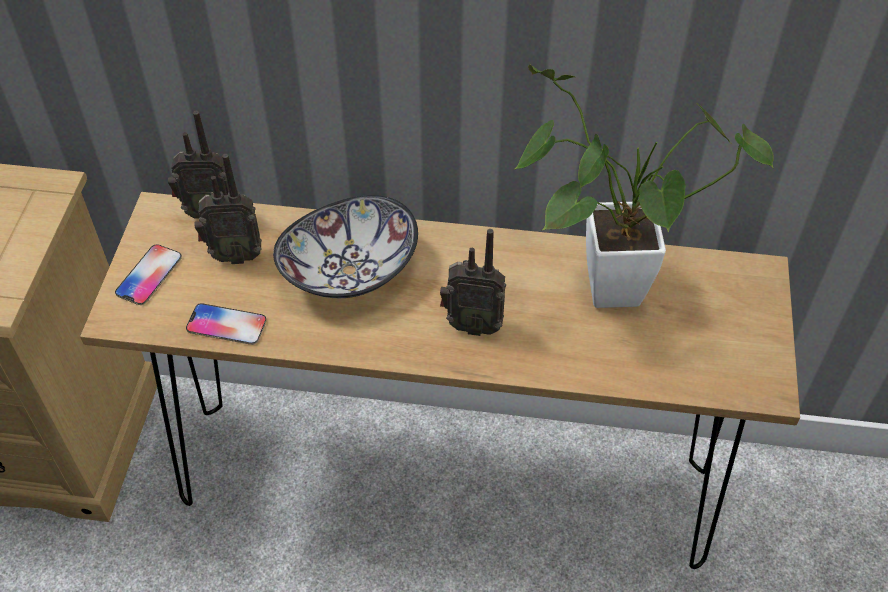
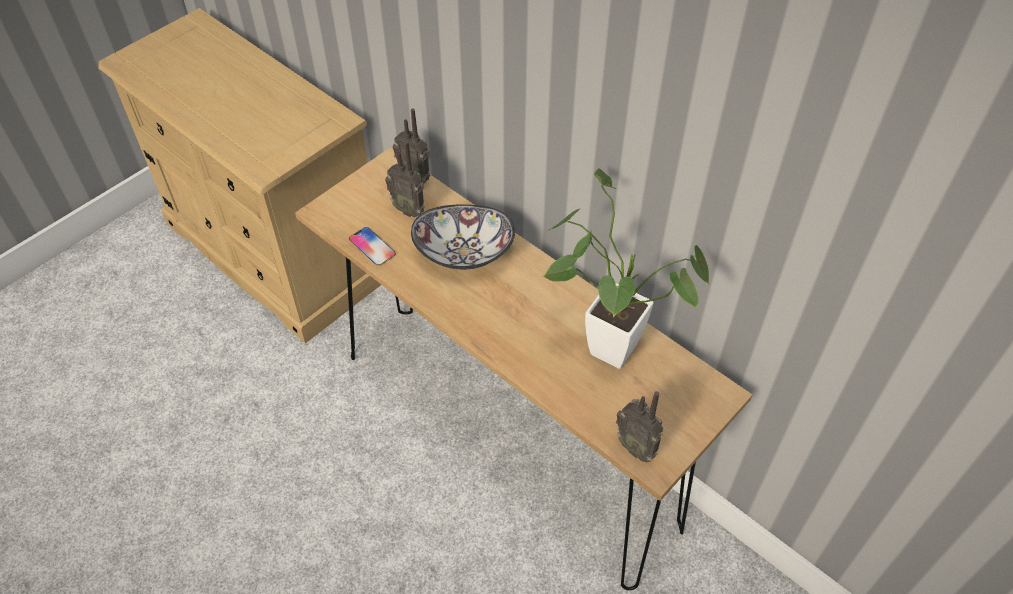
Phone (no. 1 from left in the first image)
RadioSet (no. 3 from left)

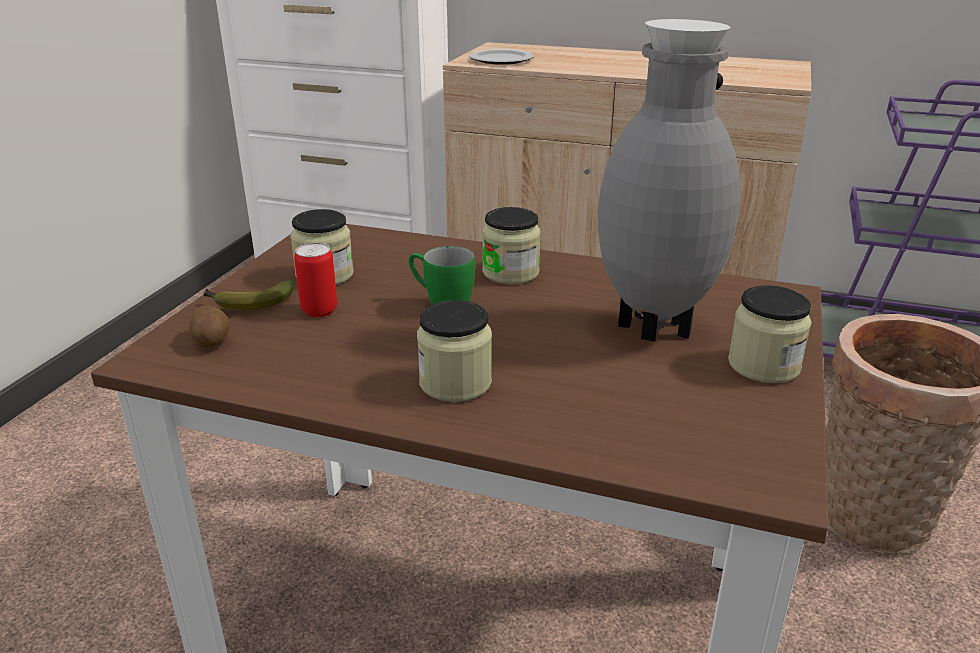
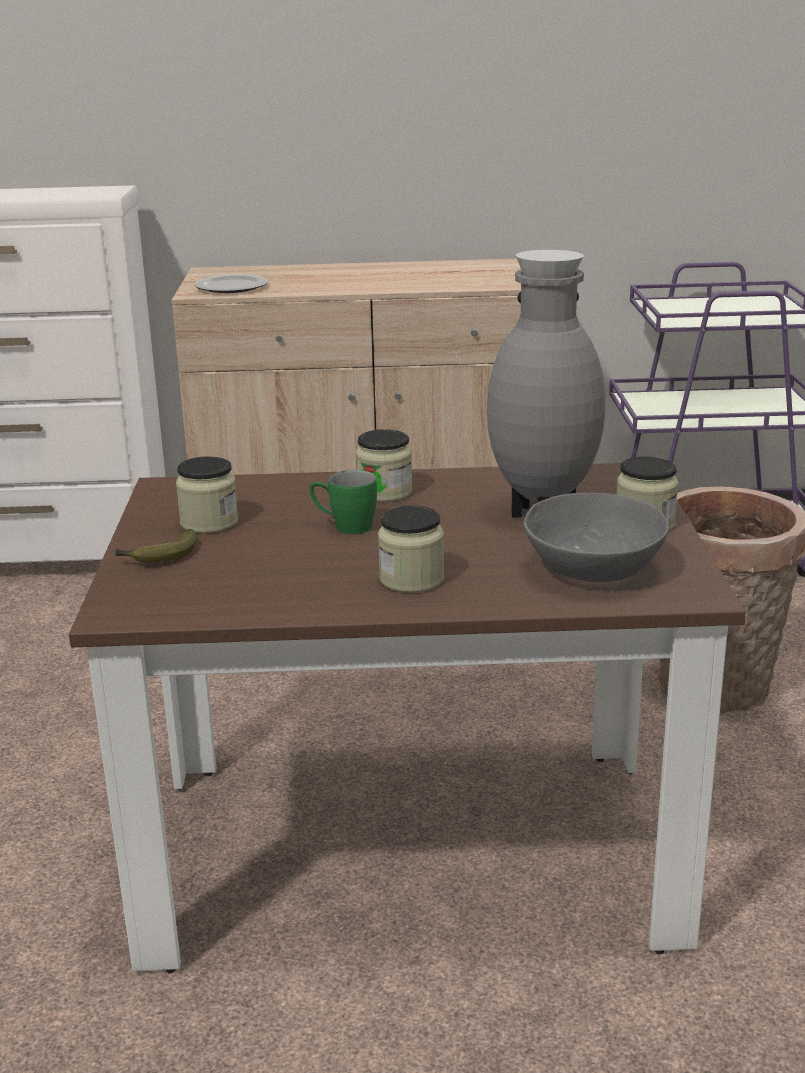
WholePotato
SealedCan
GrayBowl

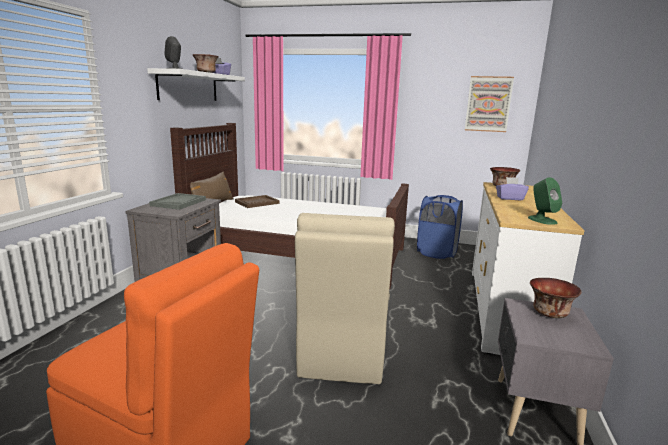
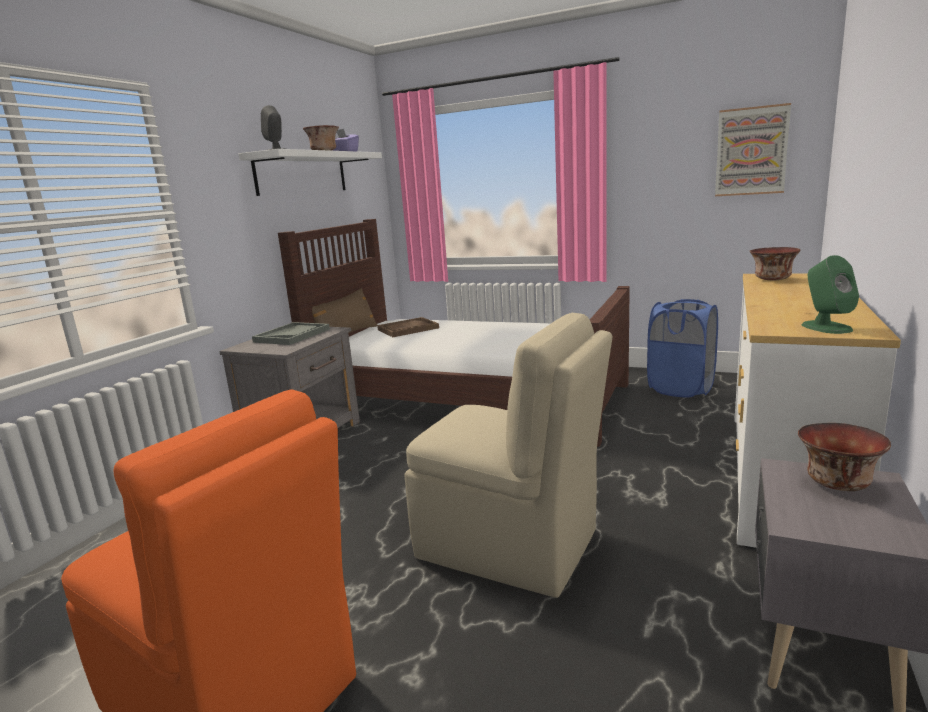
PurpleBoxOfTissues (no. 2 from left in the first image)
BeigePlainChair

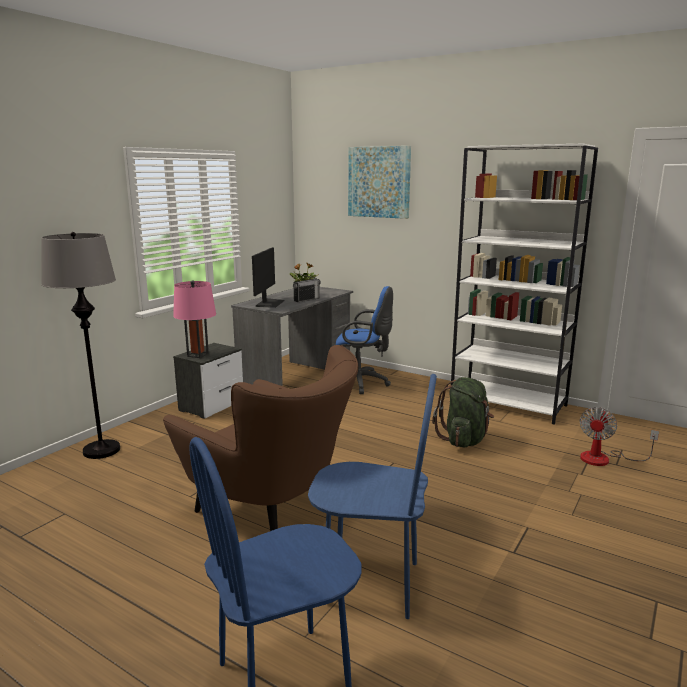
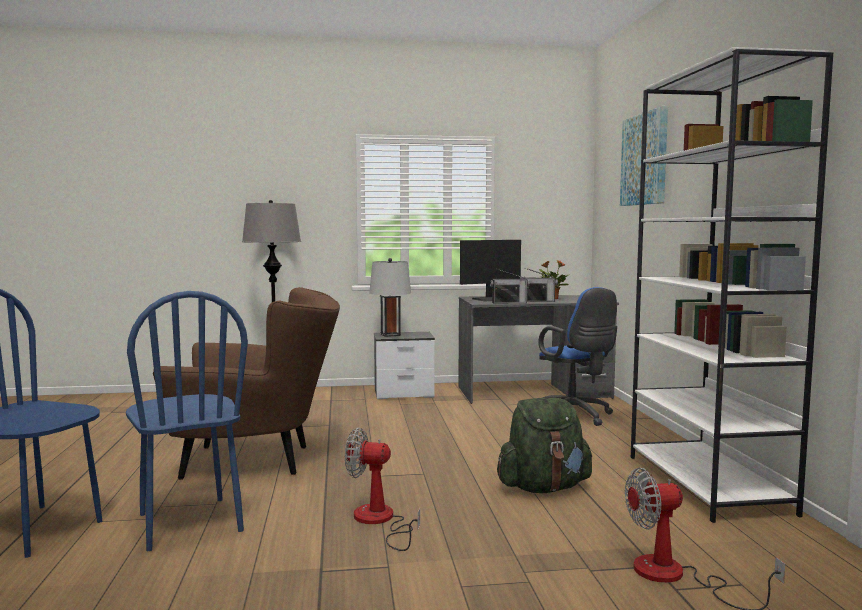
Fan (no. 1 from left)
RadioSet (no. 1 from left)
GrayLampForATable
BrownEasyChair

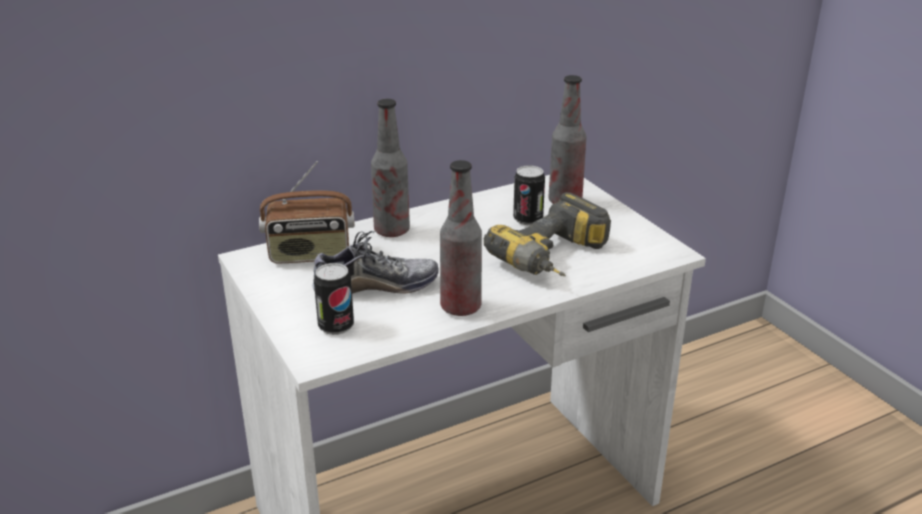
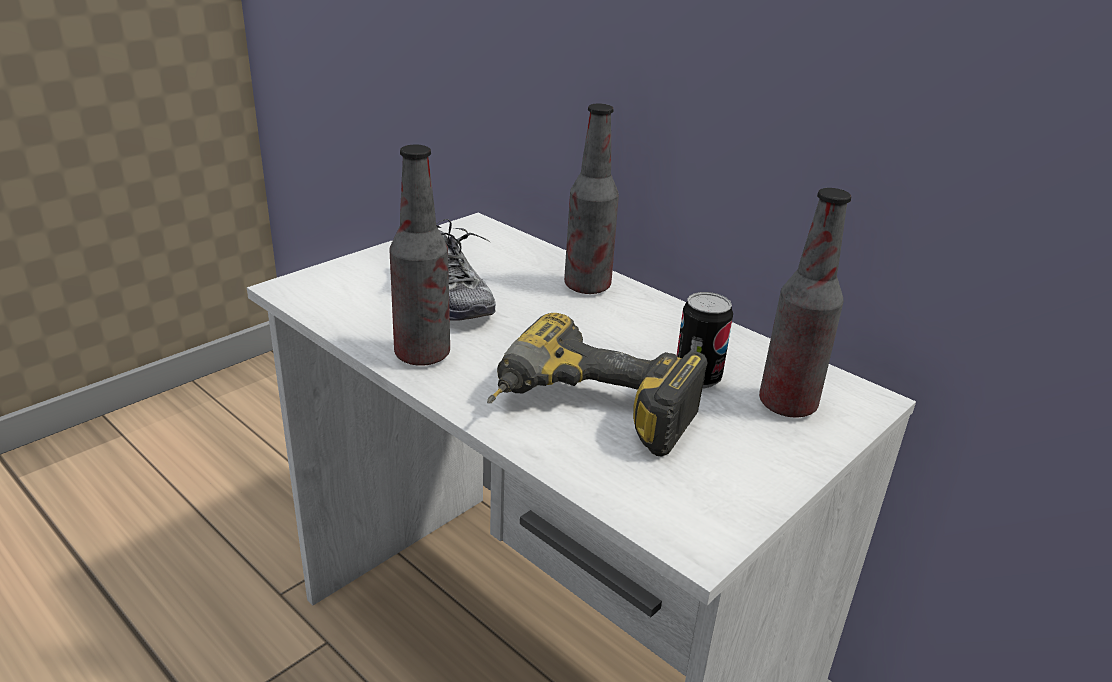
RadioSet
SealedCan (no. 1 from left in the first image)

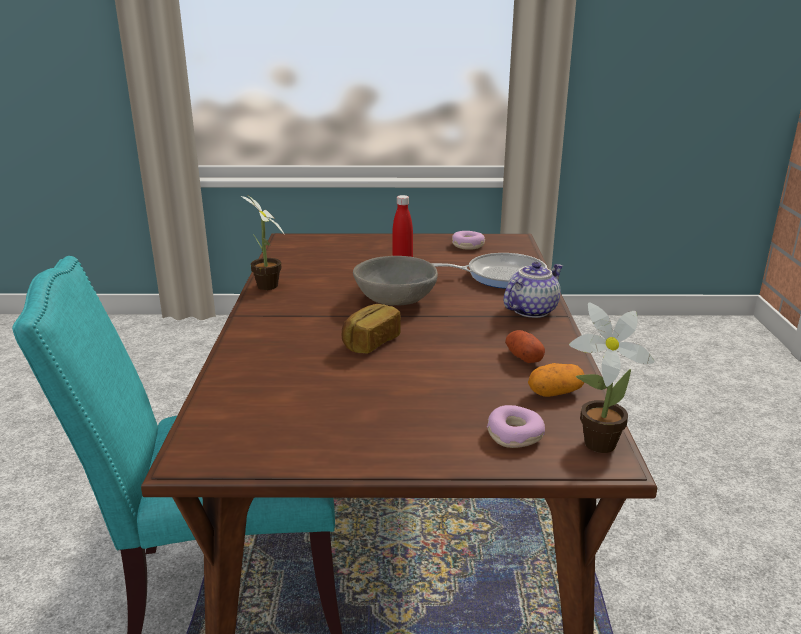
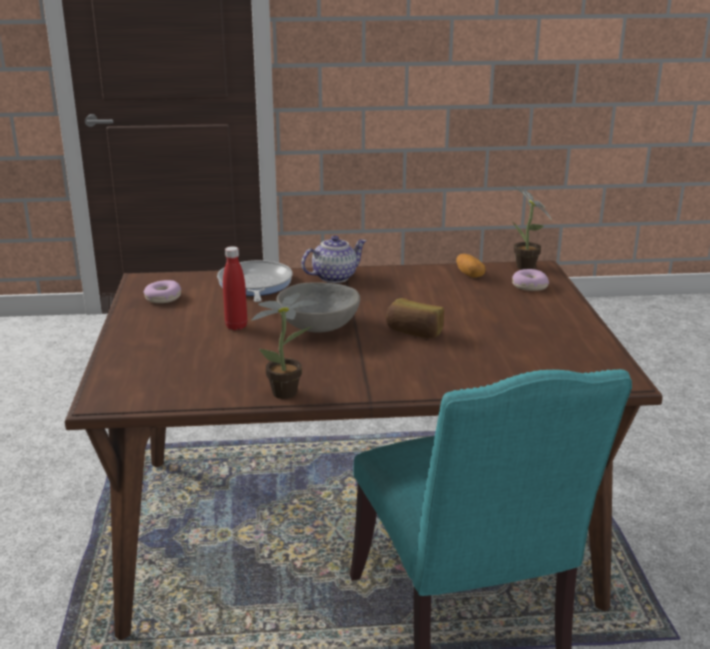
WholePotato (no. 1 from left in the first image)
TeaPot

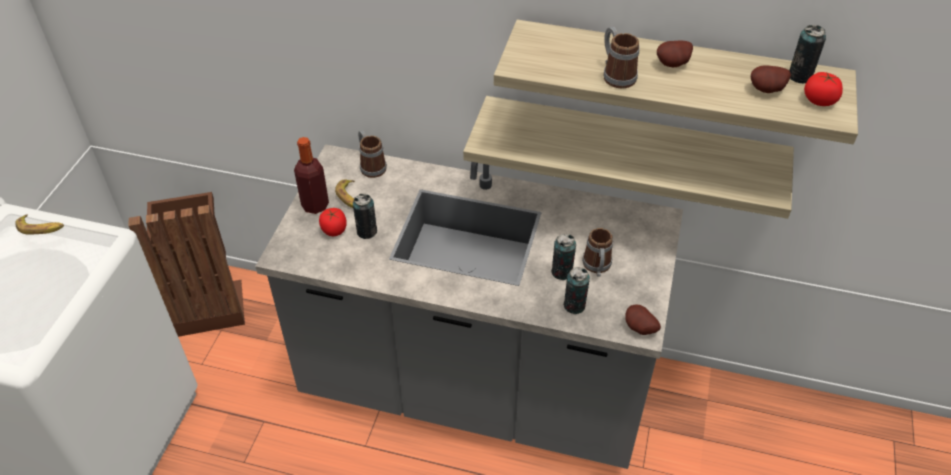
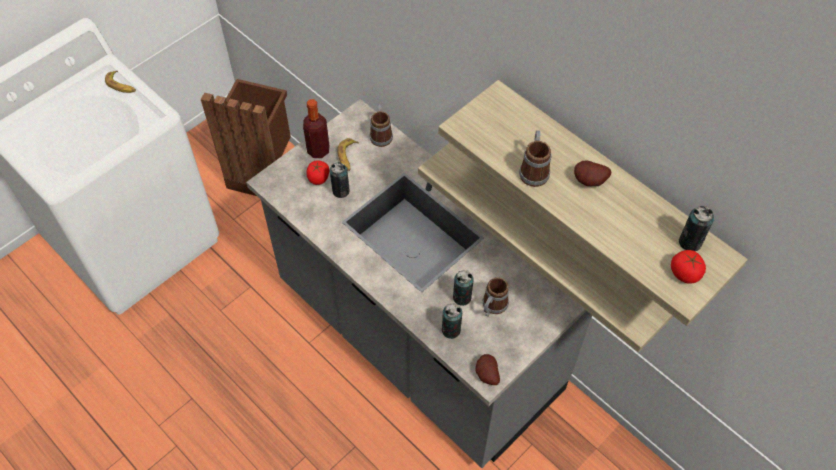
WholePotato (no. 3 from left in the first image)

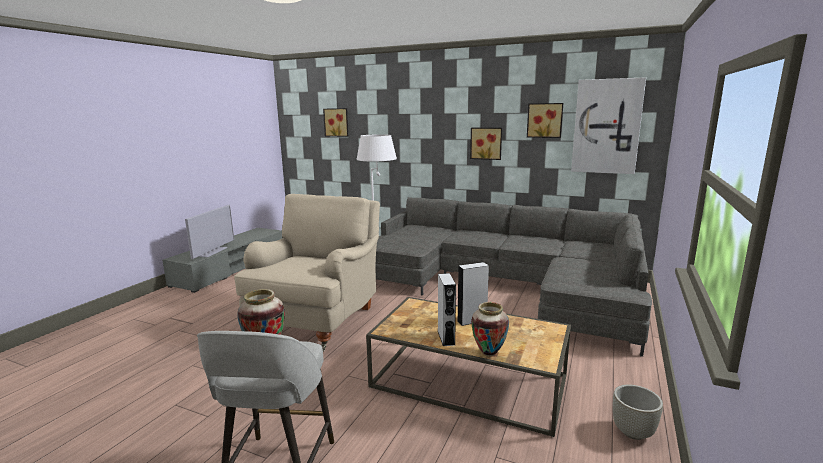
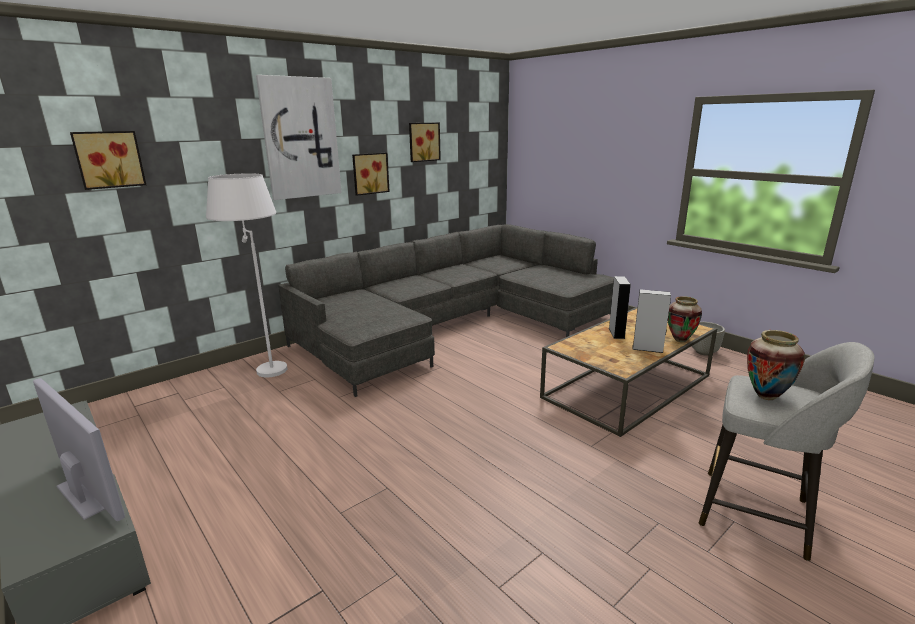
BeigeEasyChair
Picture (no. 2 from left)

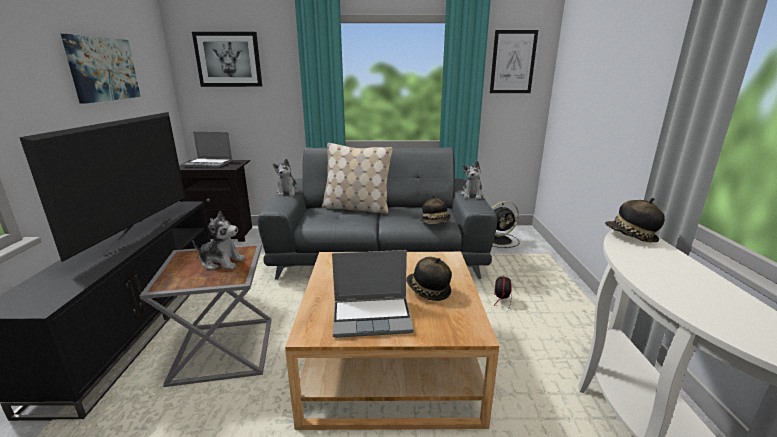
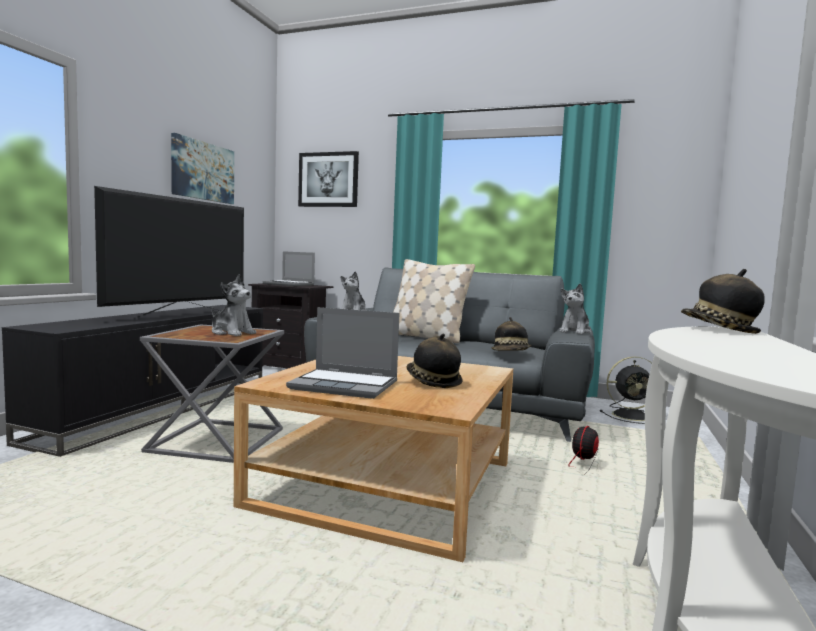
Picture (no. 3 from left in the first image)

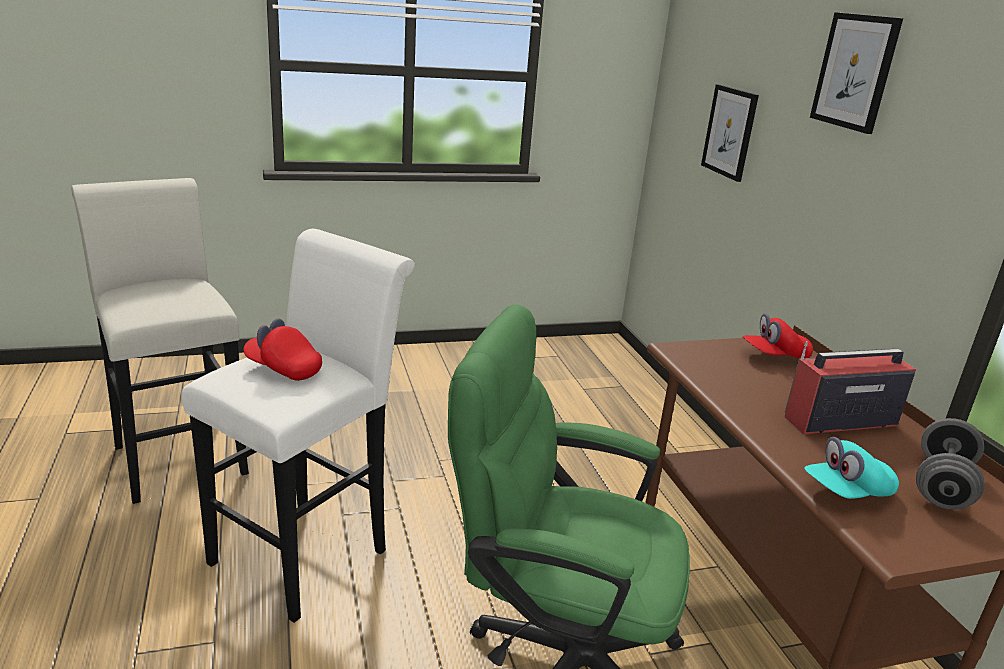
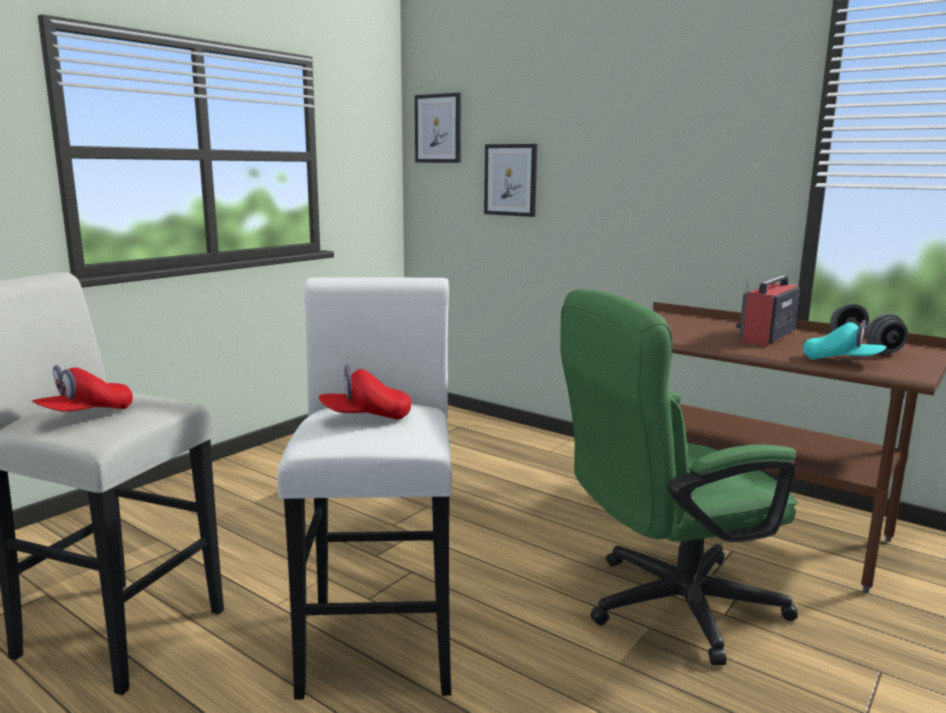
RedColouredBaseballCap (no. 1 from left)
Picture (no. 1 from left)
TurquoiseColouredBaseballCap

